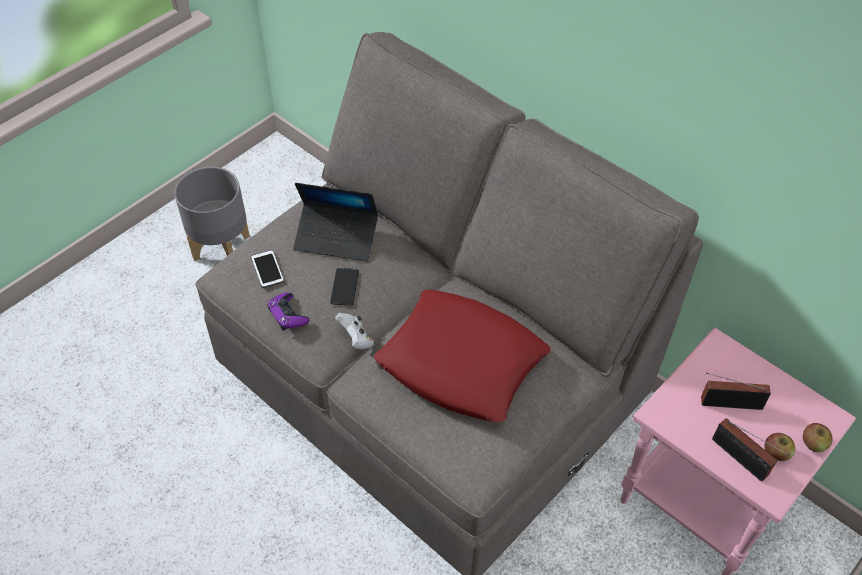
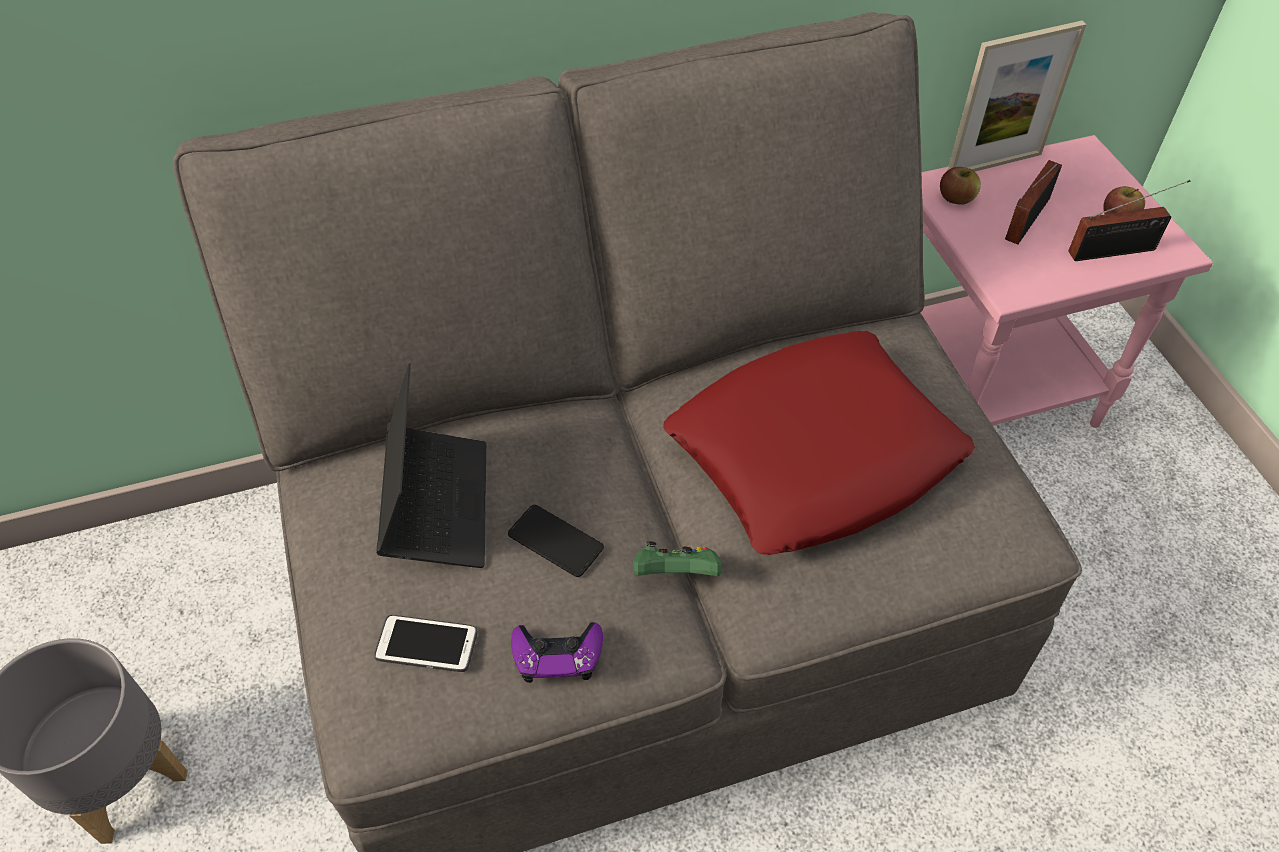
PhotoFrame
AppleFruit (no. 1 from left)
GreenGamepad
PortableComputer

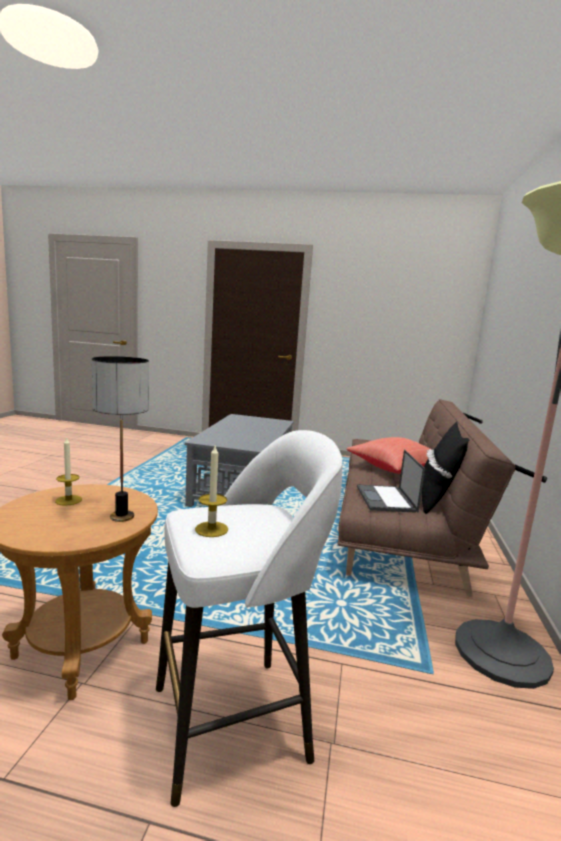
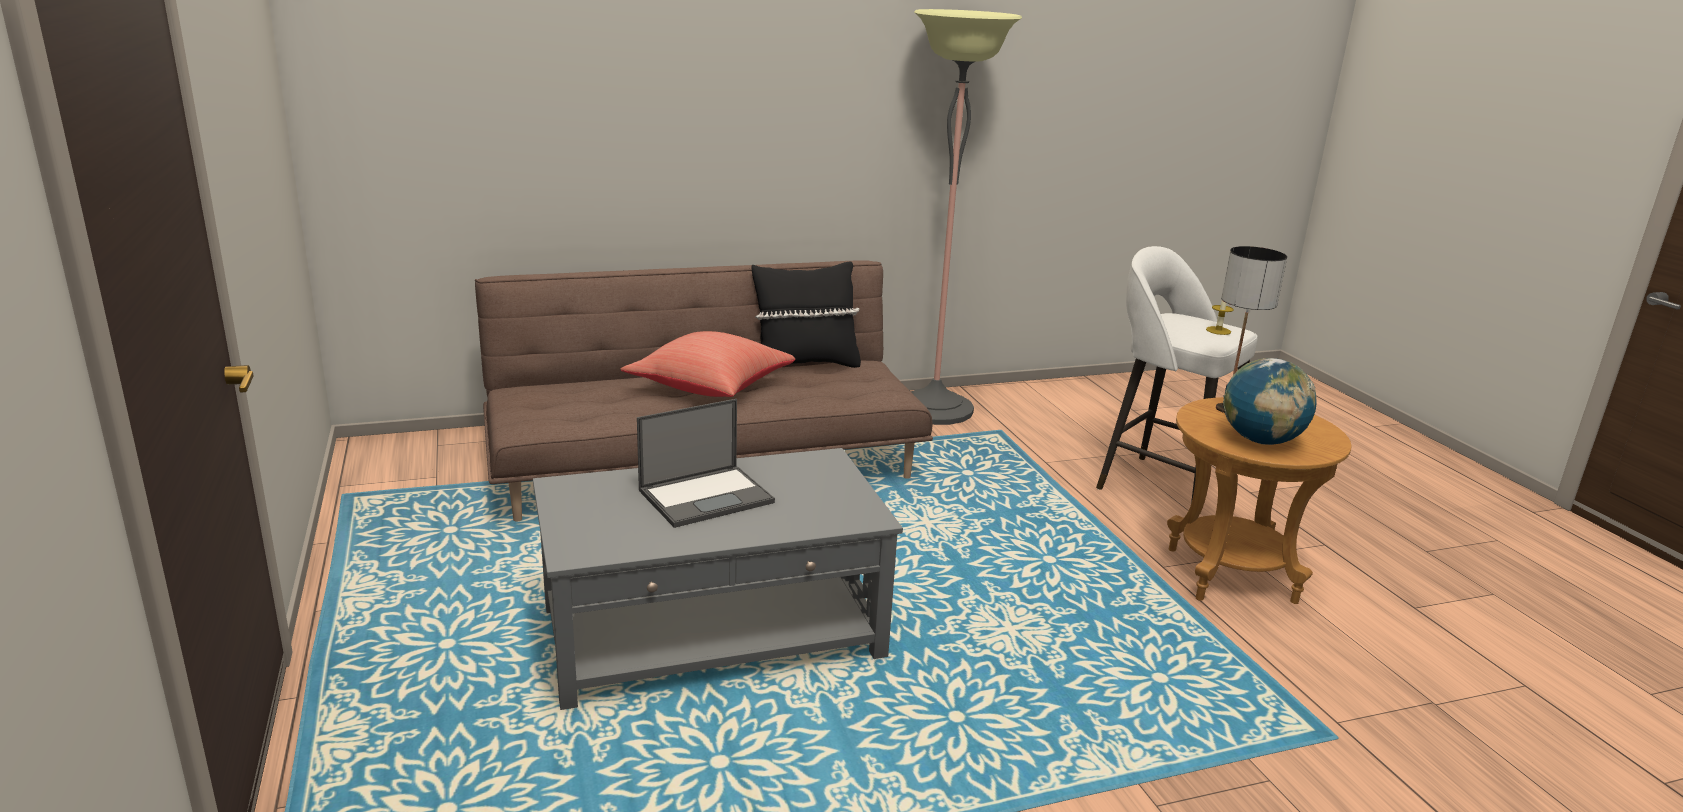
PortableComputer
DeskGlobe

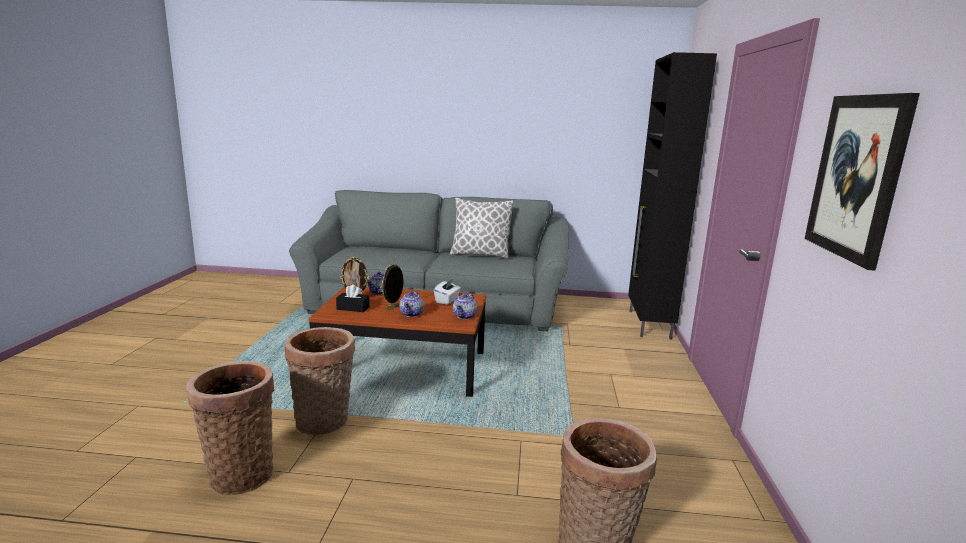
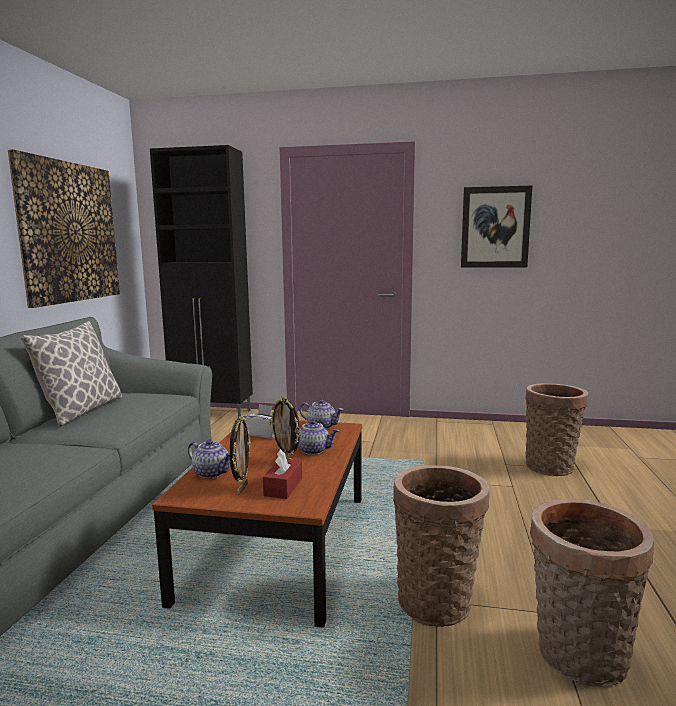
Picture (no. 1 from left)
RedColouredBoxOfTissues

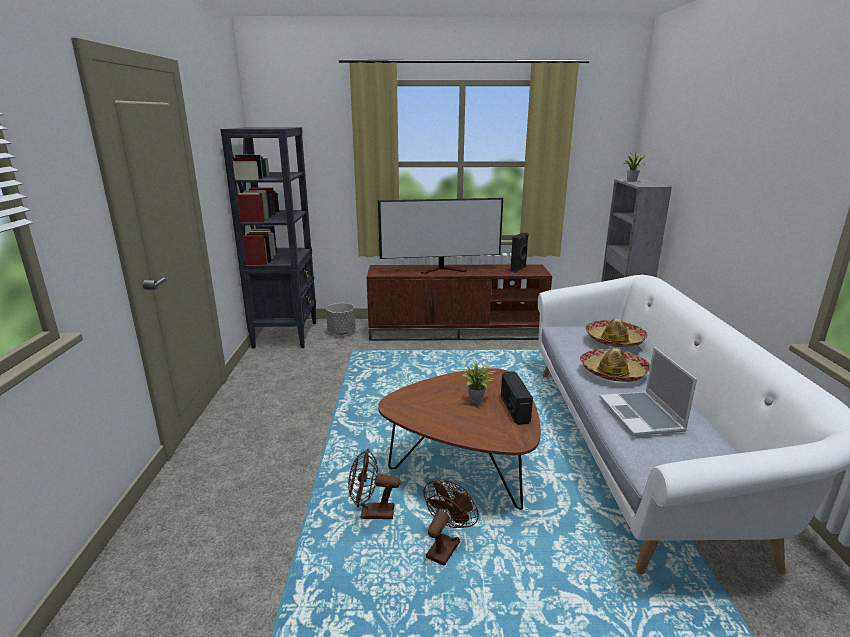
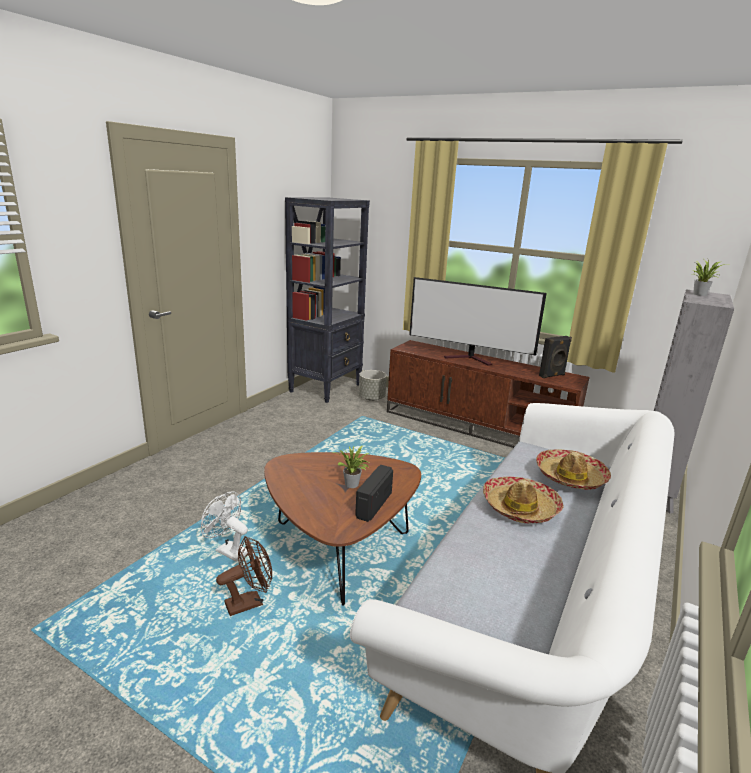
PortableComputer
WhiteColouredFan

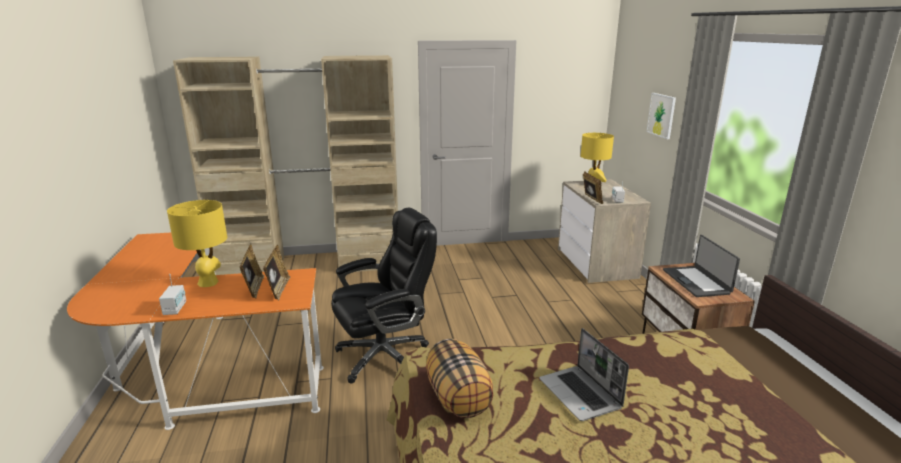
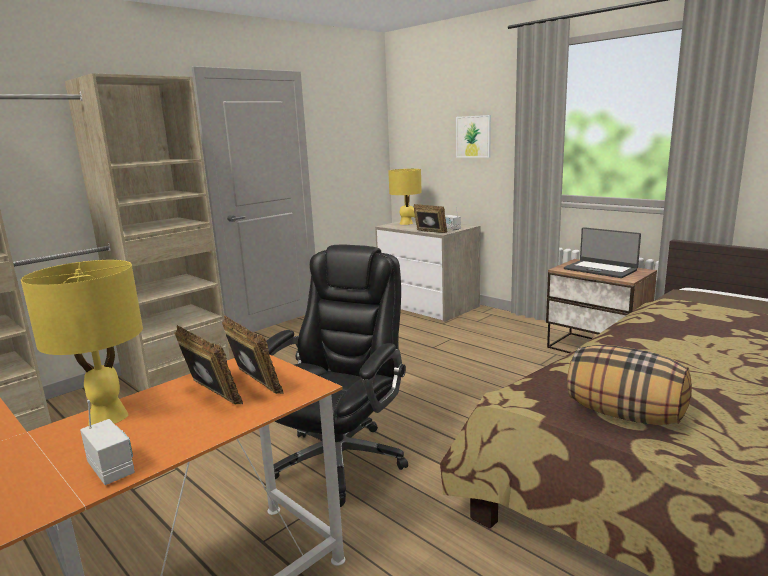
PortableComputer (no. 1 from left in the first image)

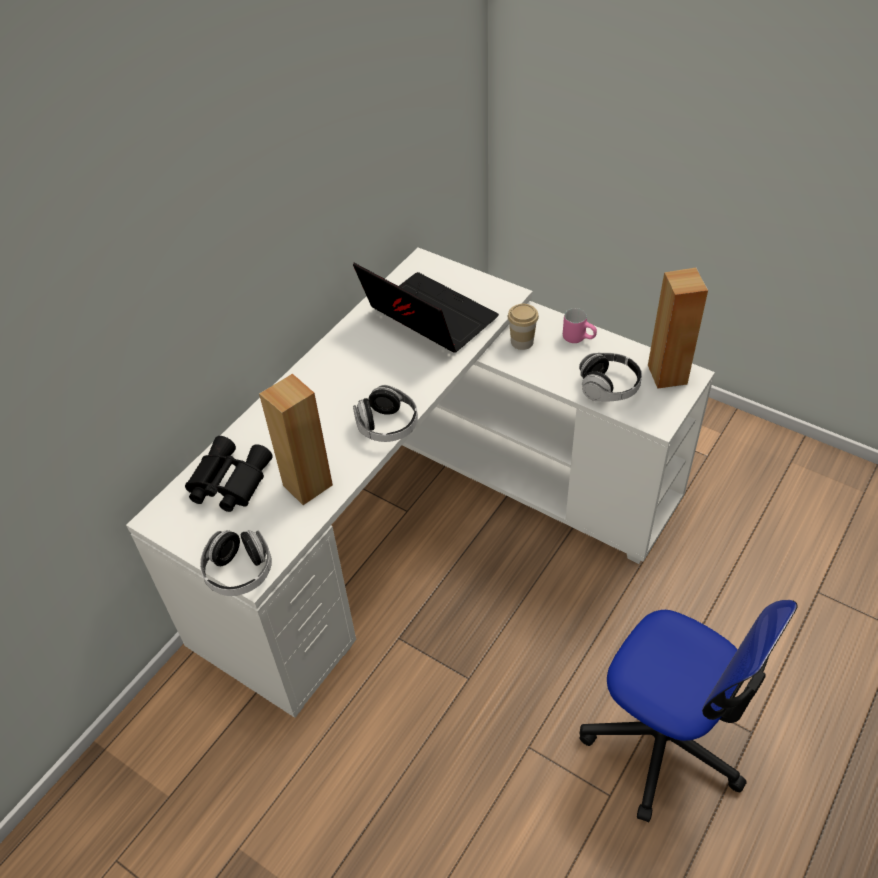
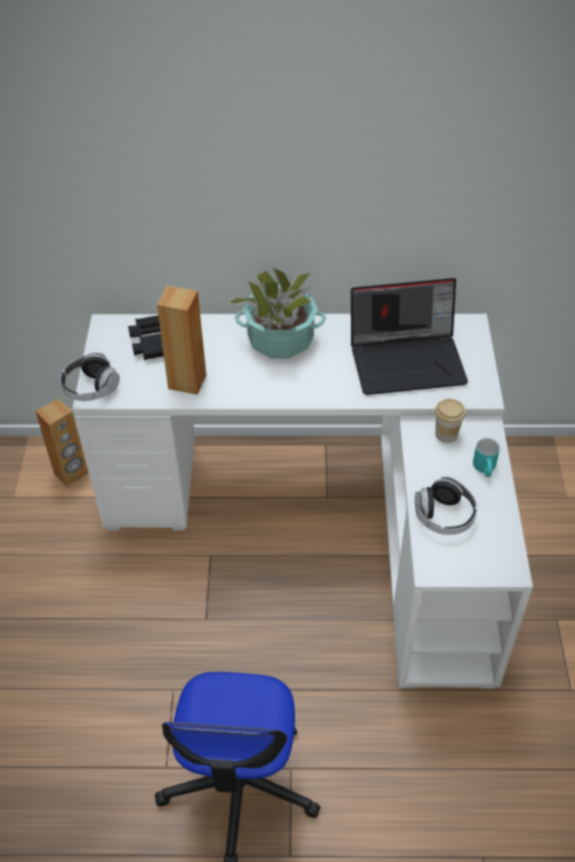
Headphones (no. 2 from left in the first image)
PlantInAPot
BrownAudioSpeaker (no. 1 from left)
TurquoiseColouredTeaMug
PortableComputer

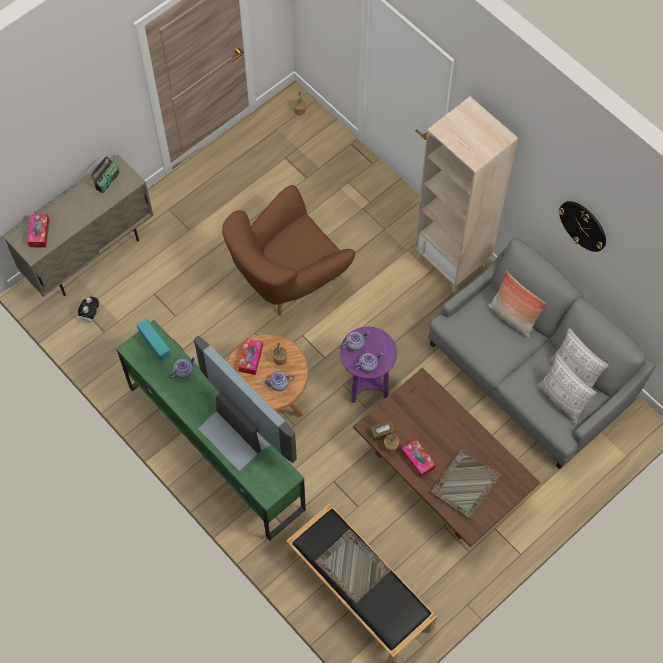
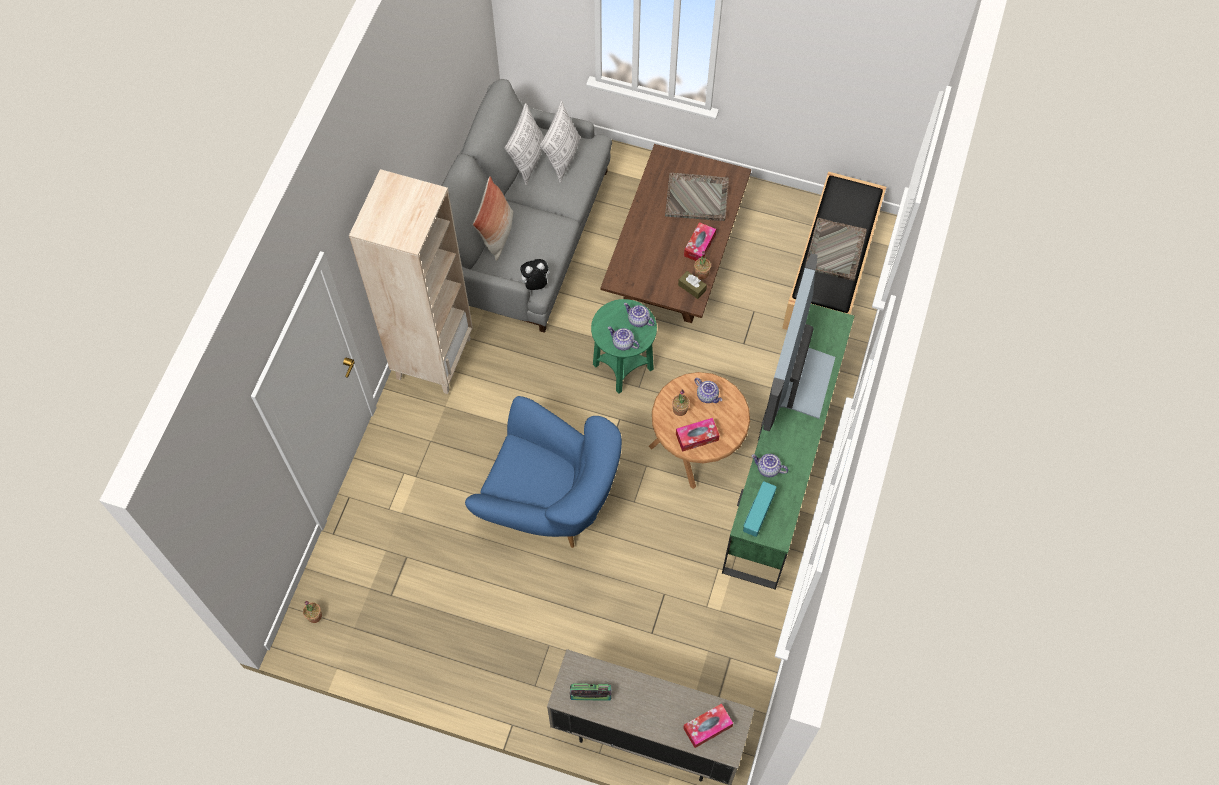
ClockOnTheWall
PlushToy
BlueEasyChair
GreenAccentTable

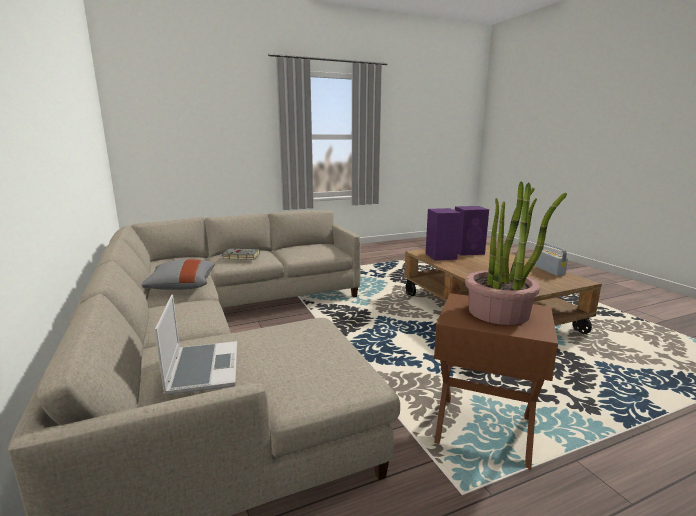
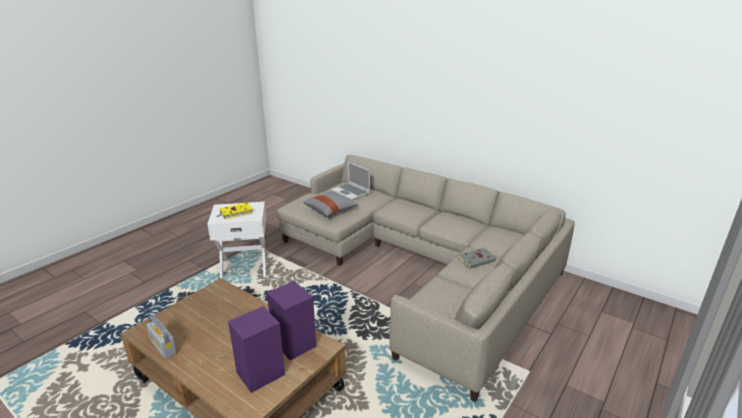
GrayPillow
YellowVolume
WhiteColouredAccentTable

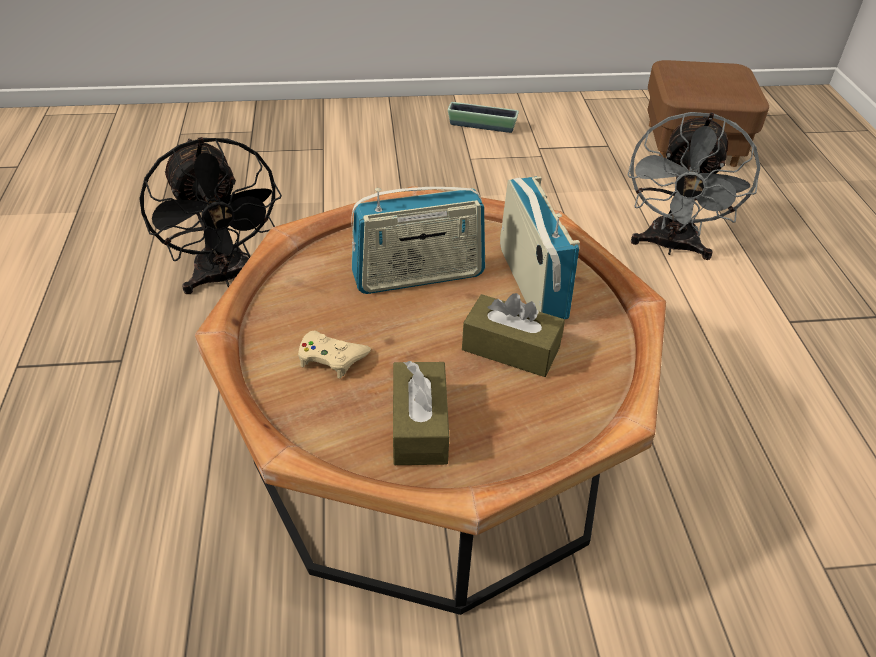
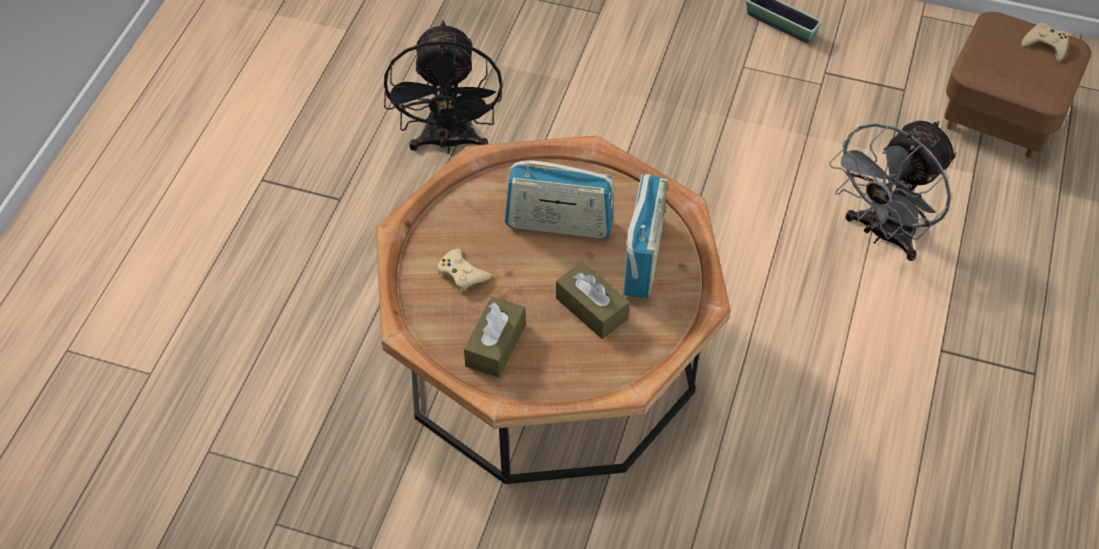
BeigeGamepad (no. 2 from left)

